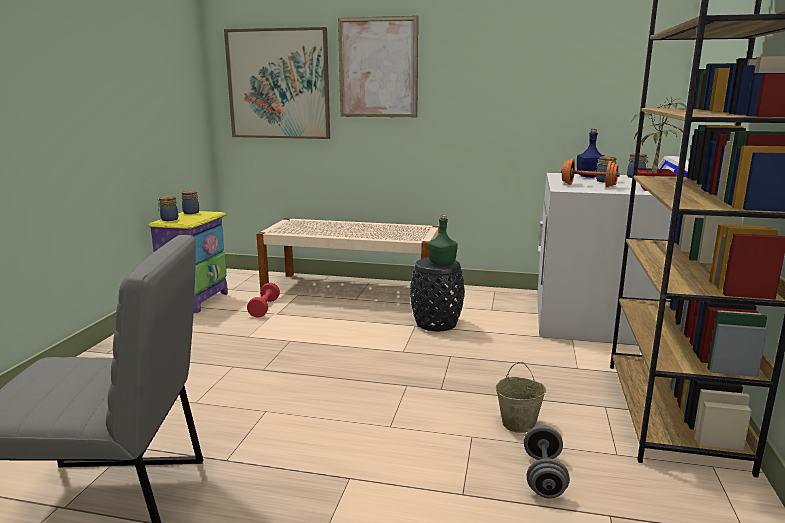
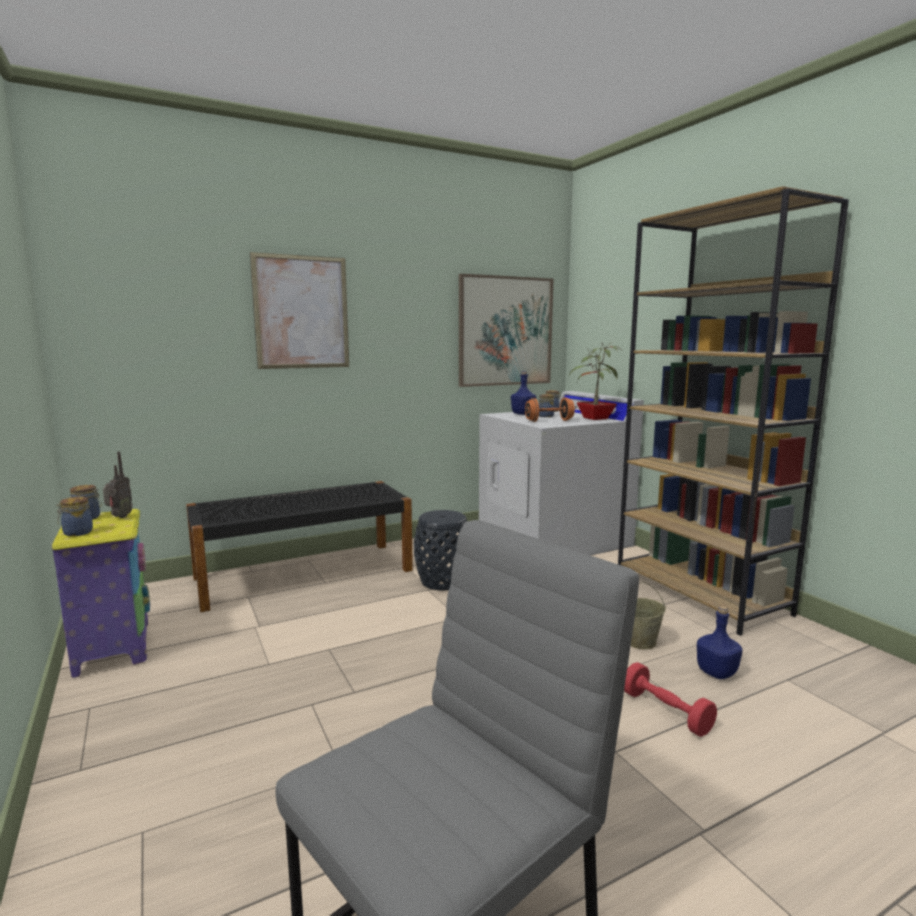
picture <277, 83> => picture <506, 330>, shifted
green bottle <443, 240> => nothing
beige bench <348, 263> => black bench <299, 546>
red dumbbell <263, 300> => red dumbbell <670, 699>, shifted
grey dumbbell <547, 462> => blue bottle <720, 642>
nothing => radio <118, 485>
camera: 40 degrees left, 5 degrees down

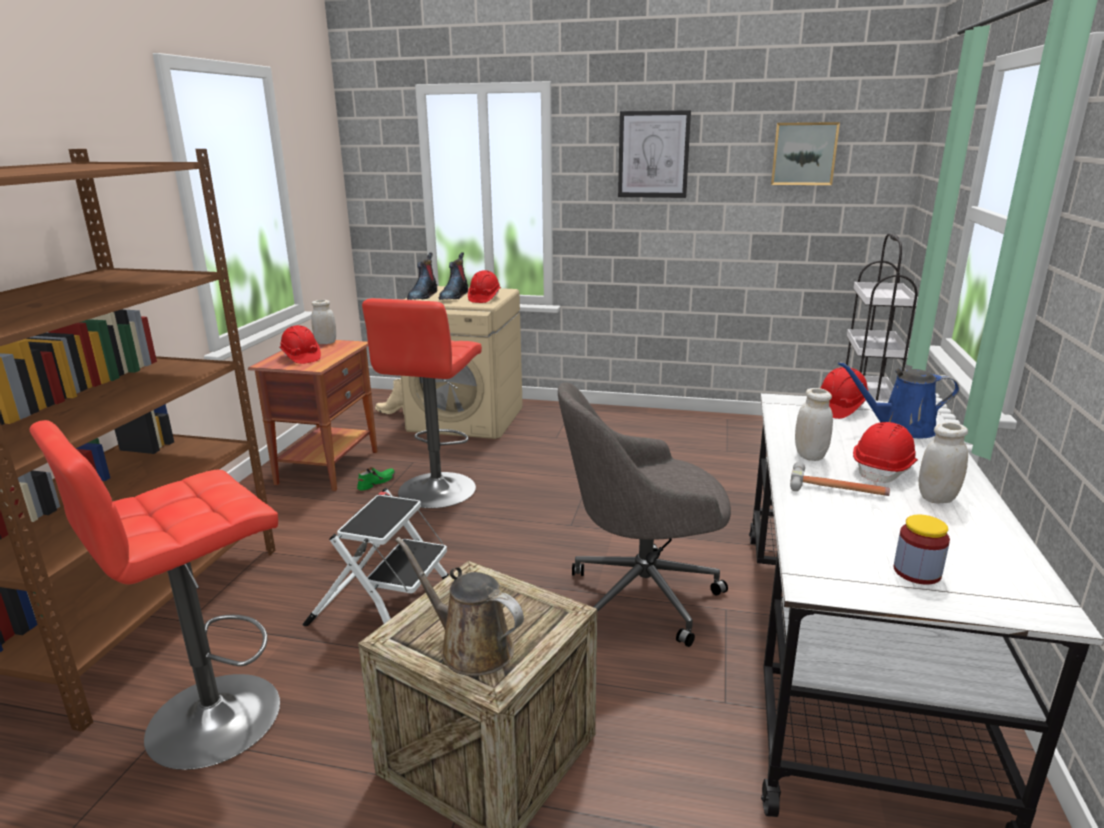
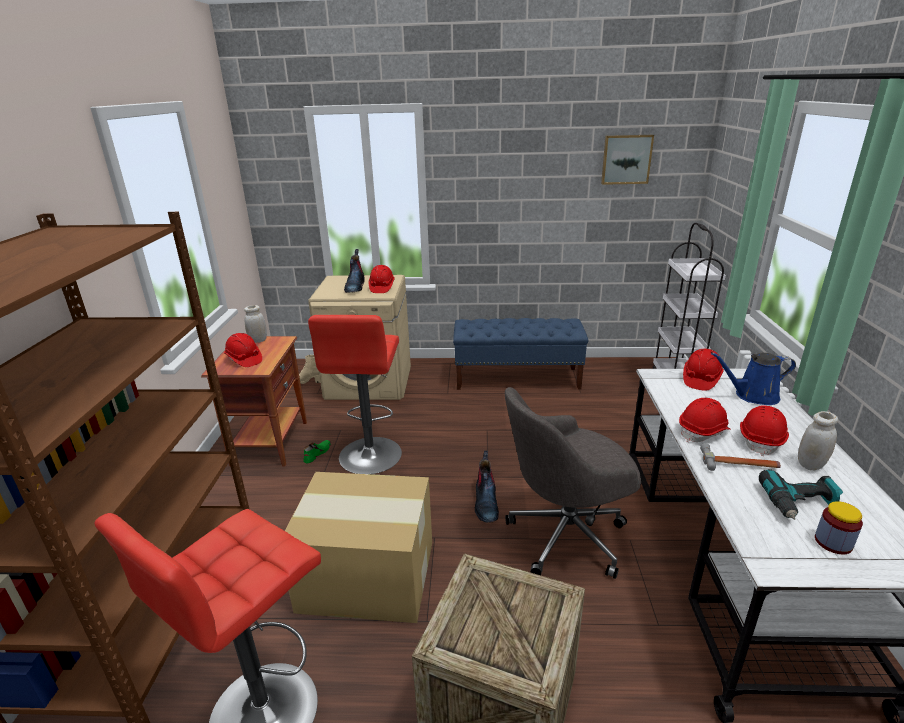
picture <654, 154> => nothing
boot <422, 276> => boot <487, 486>, shifted
white jar <814, 424> => red hard hat <704, 420>
step ladder <375, 557> => cardboard box <358, 547>
brown watering can <460, 606> => nothing
nothing => blue bench <520, 354>
nothing => power drill <801, 494>
camera: 10 degrees left, 5 degrees up

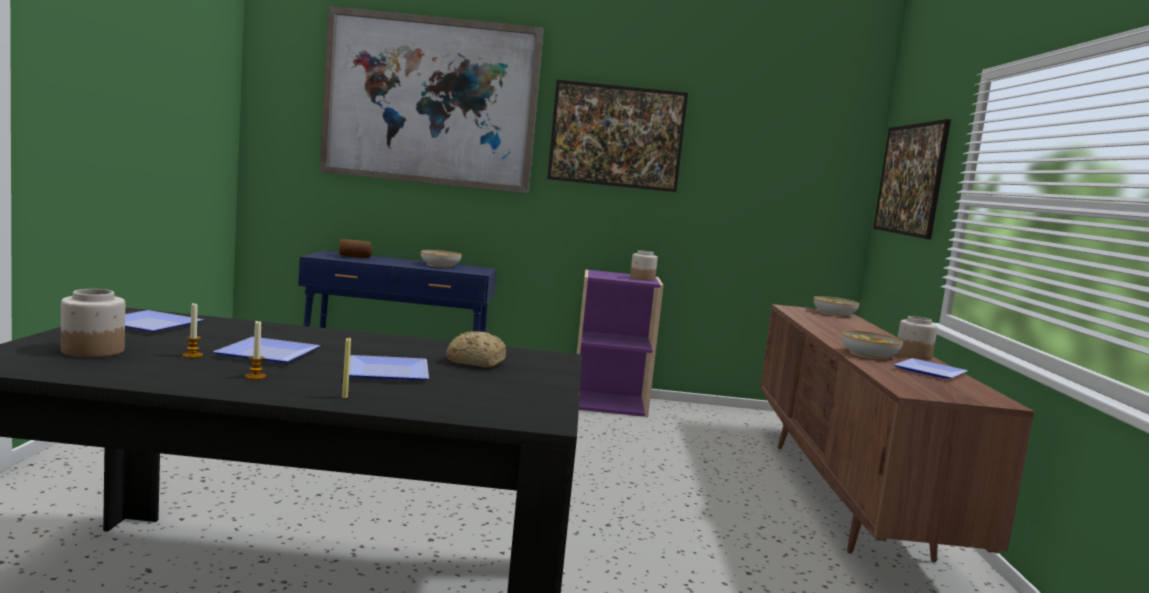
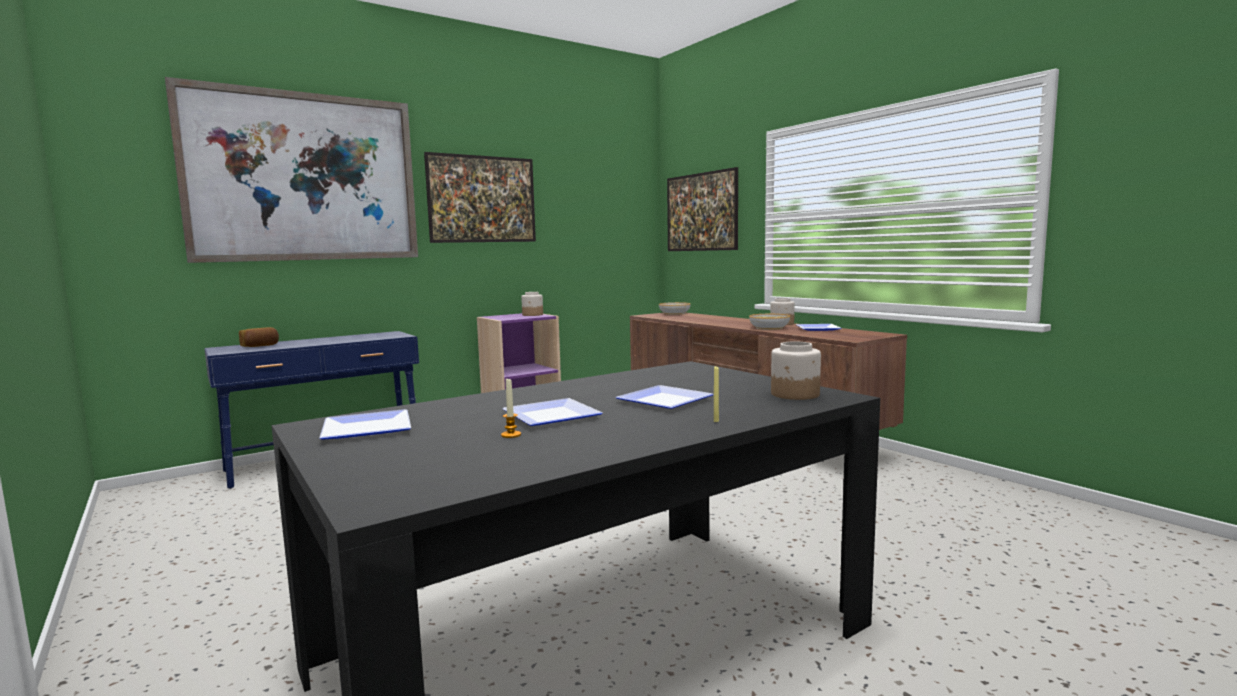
bowl <441, 259> => nothing
jar <93, 323> => jar <796, 371>, shifted
candle <255, 350> => nothing
bread <476, 349> => nothing
camera: 35 degrees left, 0 degrees up

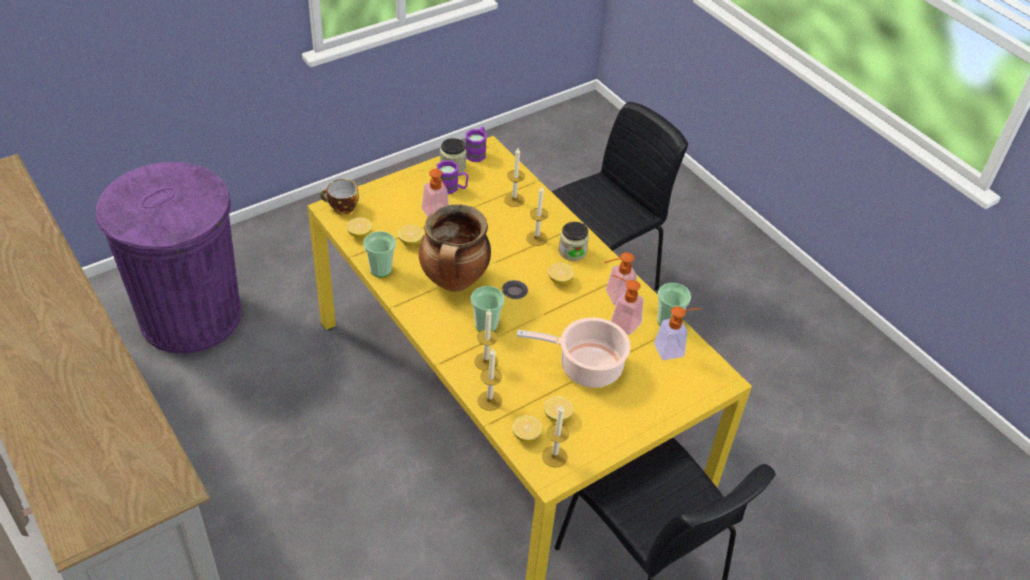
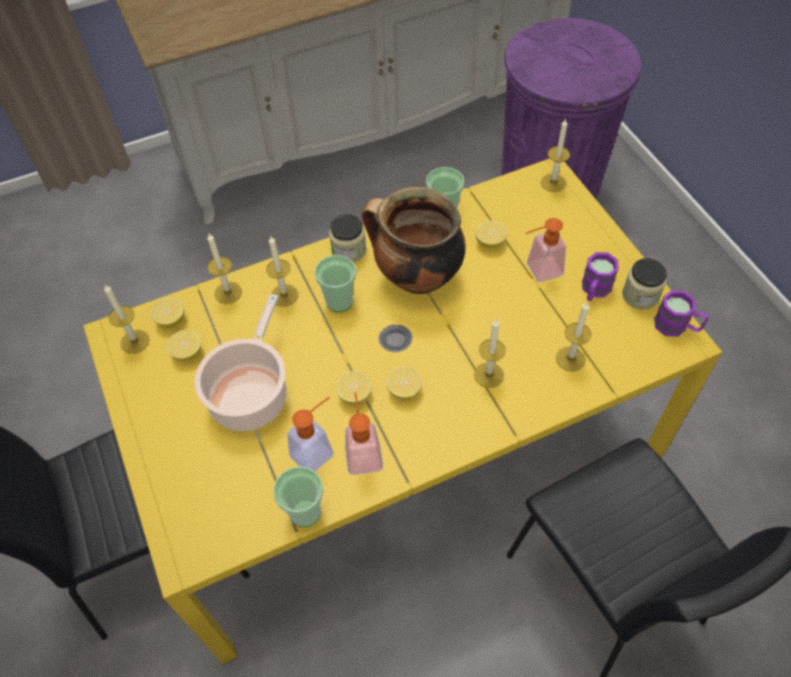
cup <339, 196> => candle <555, 155>
lemon <359, 227> => lemon <354, 387>, shifted
jar <574, 241> => jar <347, 238>, shifted
soap dispenser <678, 333> => nothing
camera: 105 degrees right, 10 degrees up

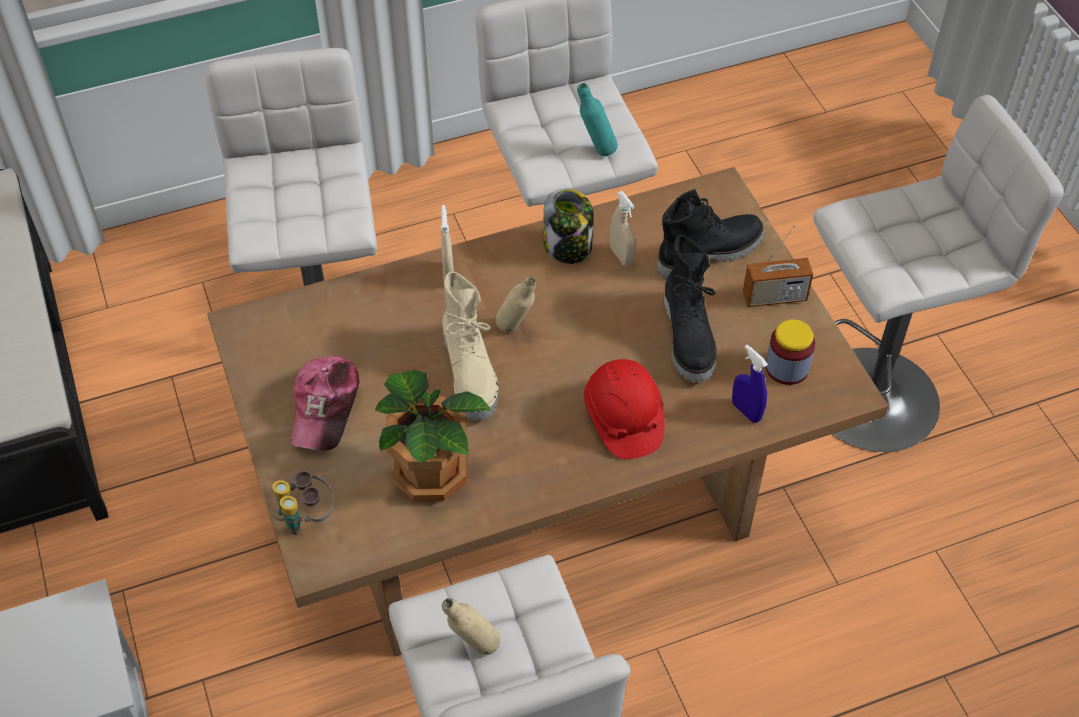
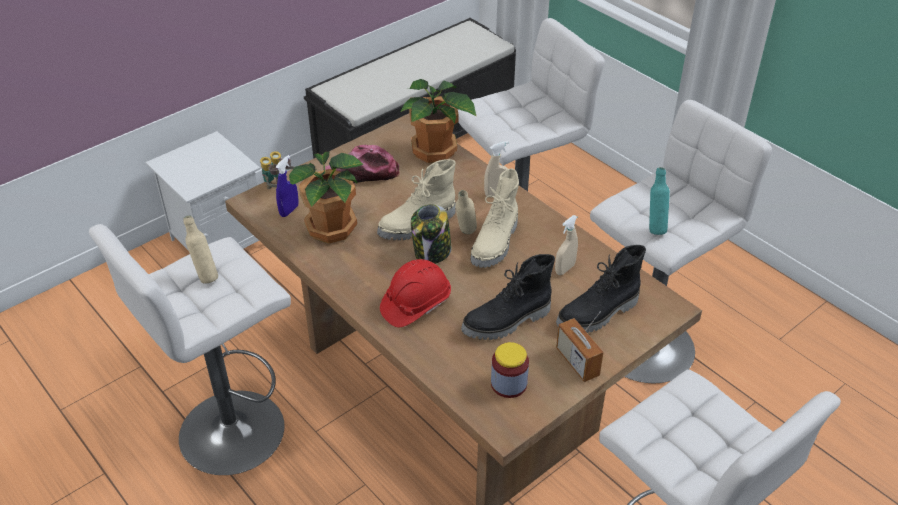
jar <568, 226> => jar <431, 234>, shifted
black boot <710, 234> => black boot <601, 289>, 105 degrees clockwise
blue spray bottle <750, 384> => blue spray bottle <287, 186>, shifted
nothing => potted plant <439, 121>
nothing => beige boot <495, 218>
camera: 70 degrees right, 10 degrees down

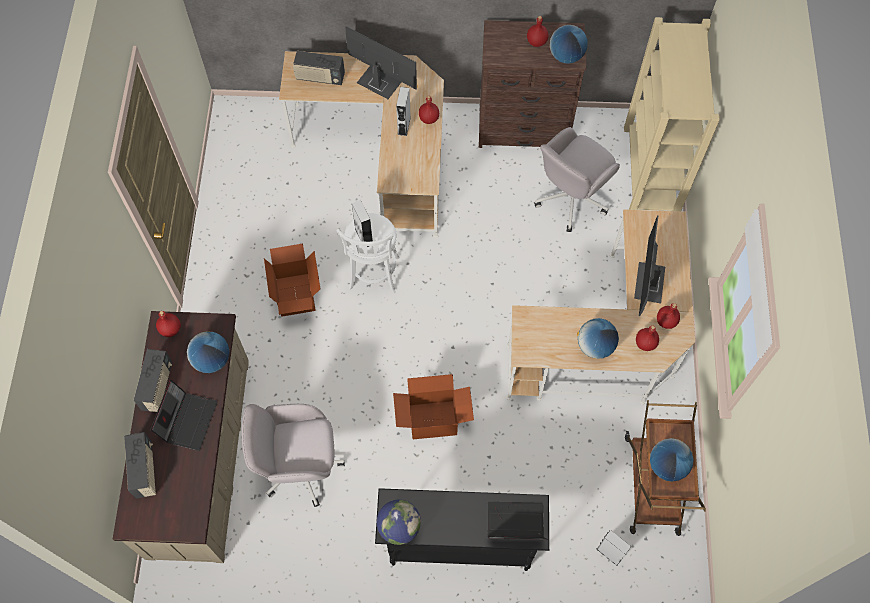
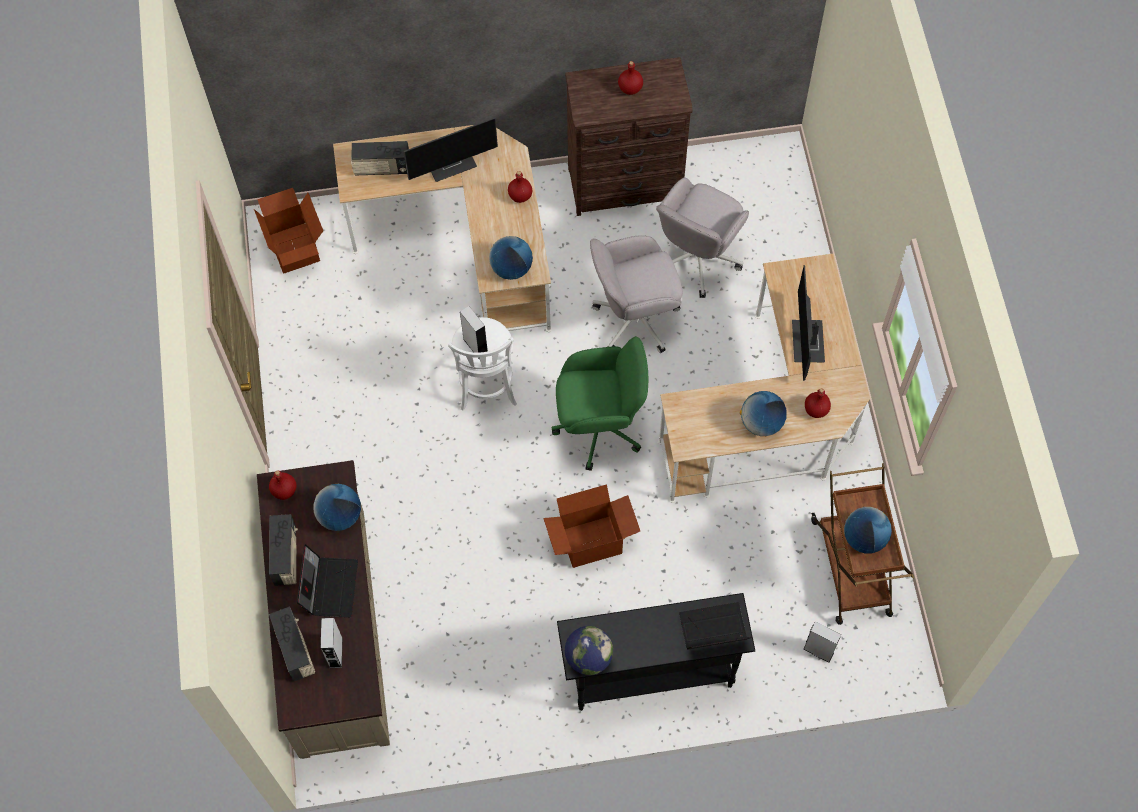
beige bookcase <672, 114> => nothing
globe <569, 44> => globe <511, 258>, shifted
monitor <381, 62> => monitor <451, 149>, 135 degrees clockwise
grey speaker <403, 111> => grey speaker <332, 643>, shifted
cardboard box <292, 280> => cardboard box <288, 231>, shifted
red bottle <668, 316> => nothing
grey office chair <293, 455> => grey office chair <636, 294>, shifted
nothing => green office chair <600, 403>
camera: 10 degrees left, 0 degrees up

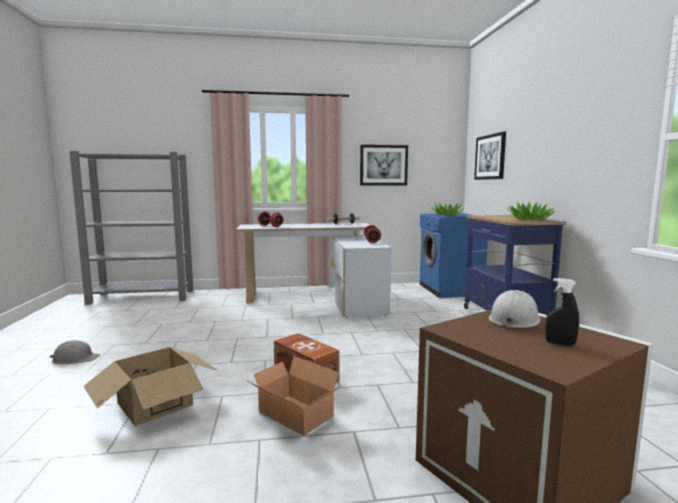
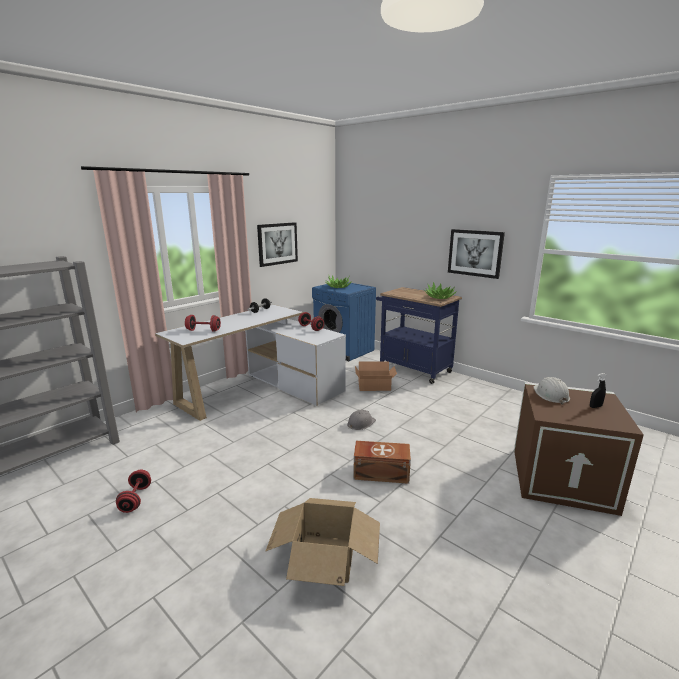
picture <490, 156> => picture <476, 254>, shifted
grey hard hat <75, 352> => grey hard hat <361, 420>, shifted
cardboard box <293, 396> => cardboard box <376, 376>, shifted
nothing => red dumbbell <133, 491>
camera: 40 degrees left, 10 degrees up

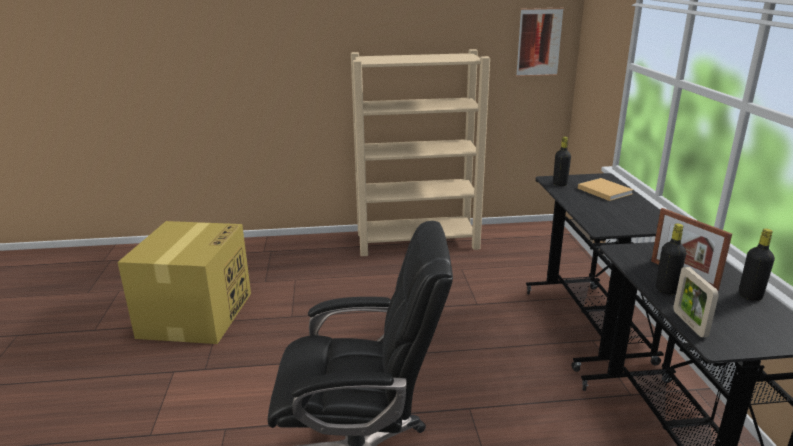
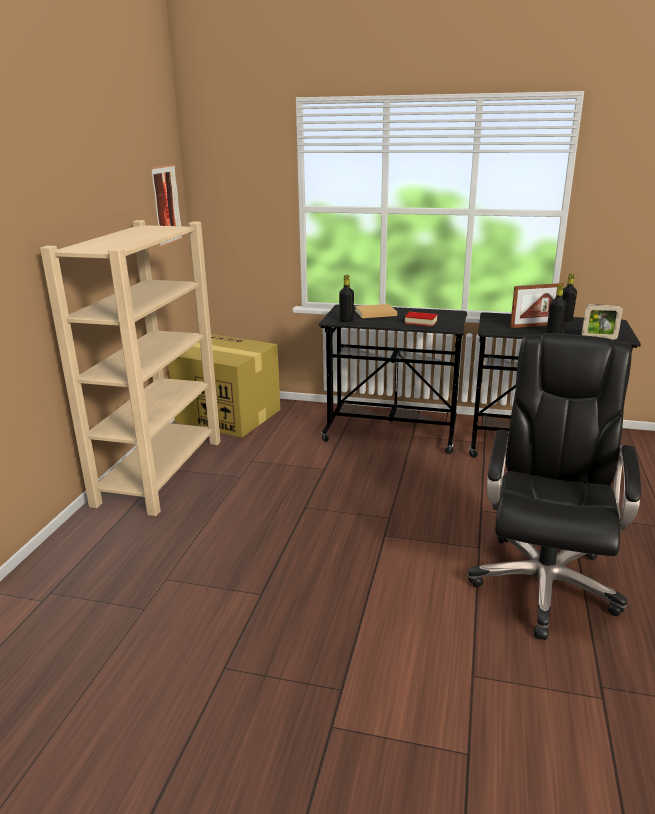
cardboard box <184, 282> => cardboard box <224, 386>, shifted
nothing => book <421, 319>
camera: 70 degrees left, 0 degrees up

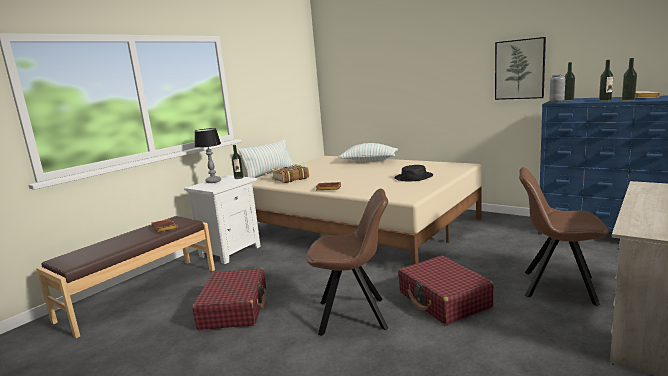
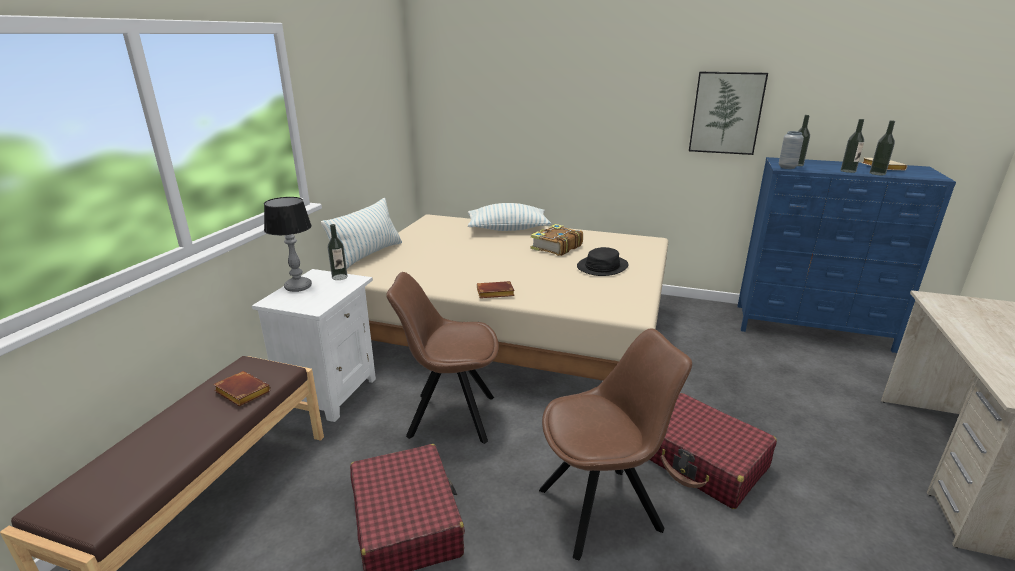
book <290, 173> => book <556, 240>, shifted
brown chair <564, 236> => brown chair <442, 358>, shifted
camera: 20 degrees left, 10 degrees up

